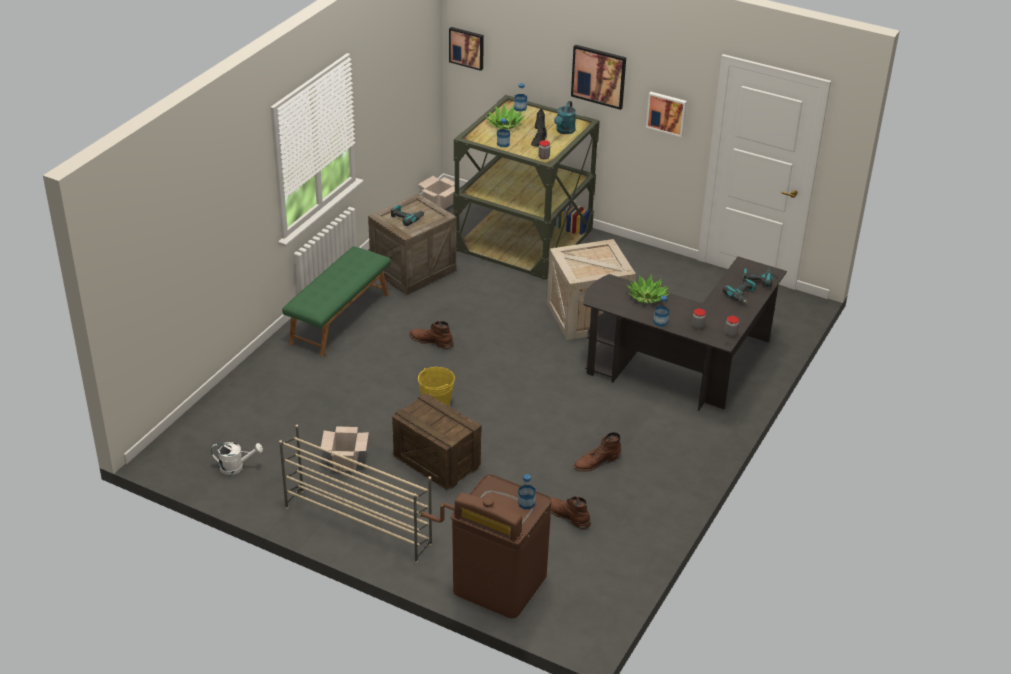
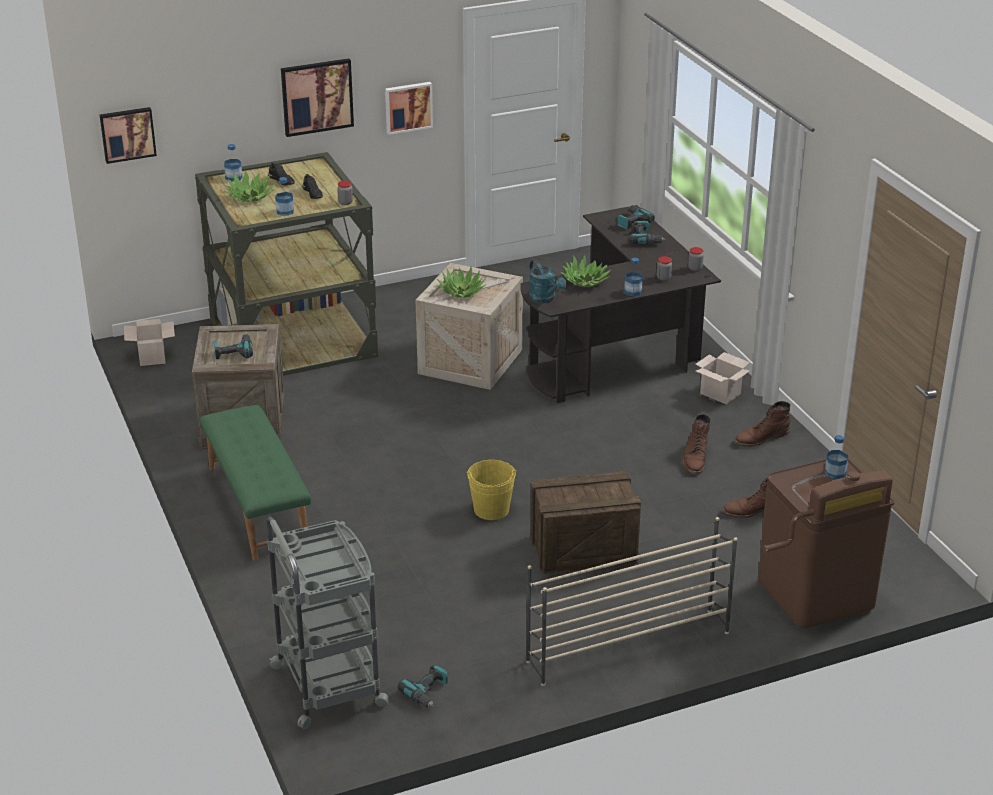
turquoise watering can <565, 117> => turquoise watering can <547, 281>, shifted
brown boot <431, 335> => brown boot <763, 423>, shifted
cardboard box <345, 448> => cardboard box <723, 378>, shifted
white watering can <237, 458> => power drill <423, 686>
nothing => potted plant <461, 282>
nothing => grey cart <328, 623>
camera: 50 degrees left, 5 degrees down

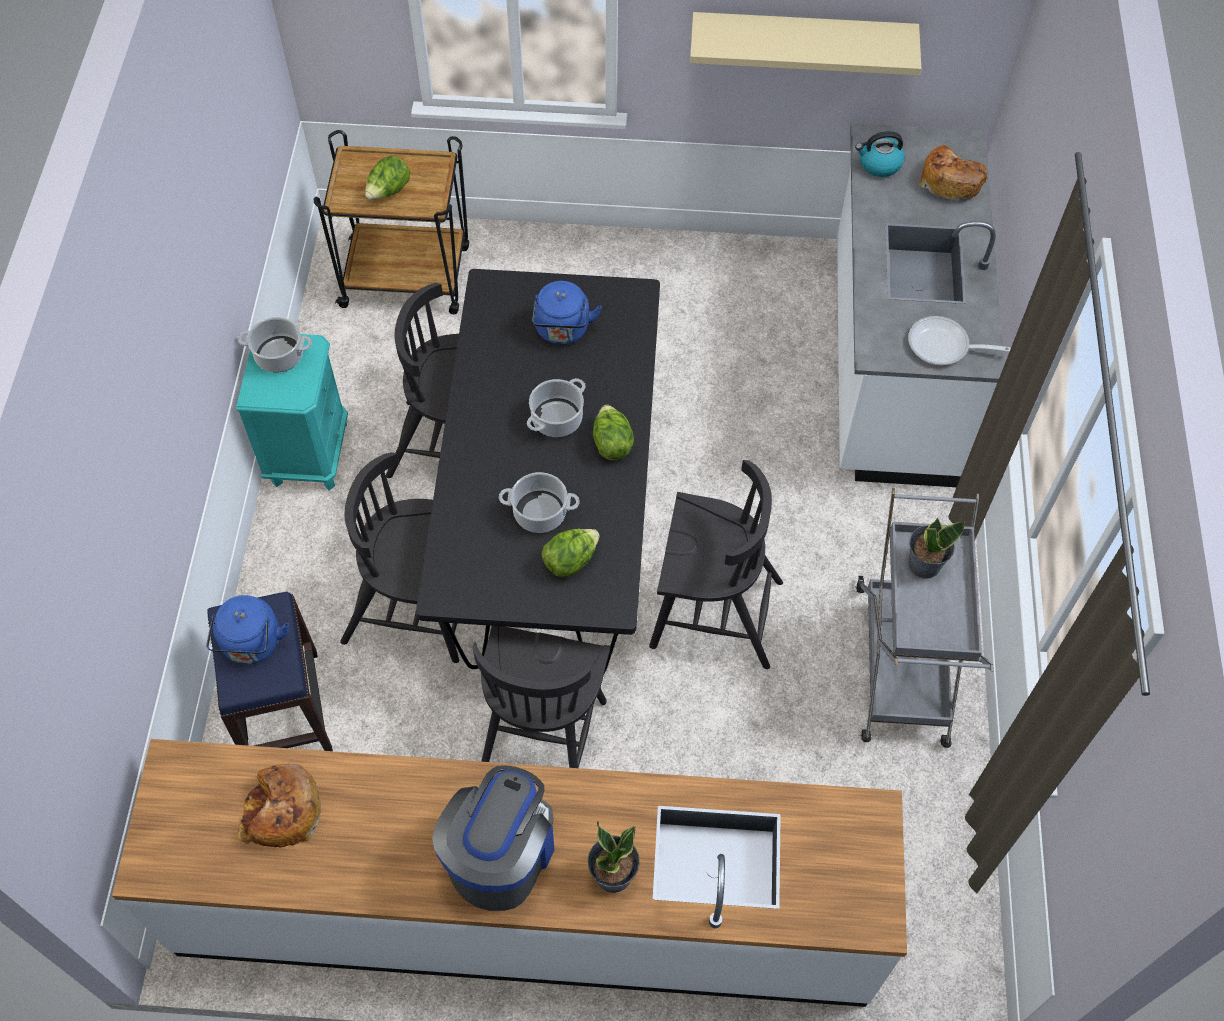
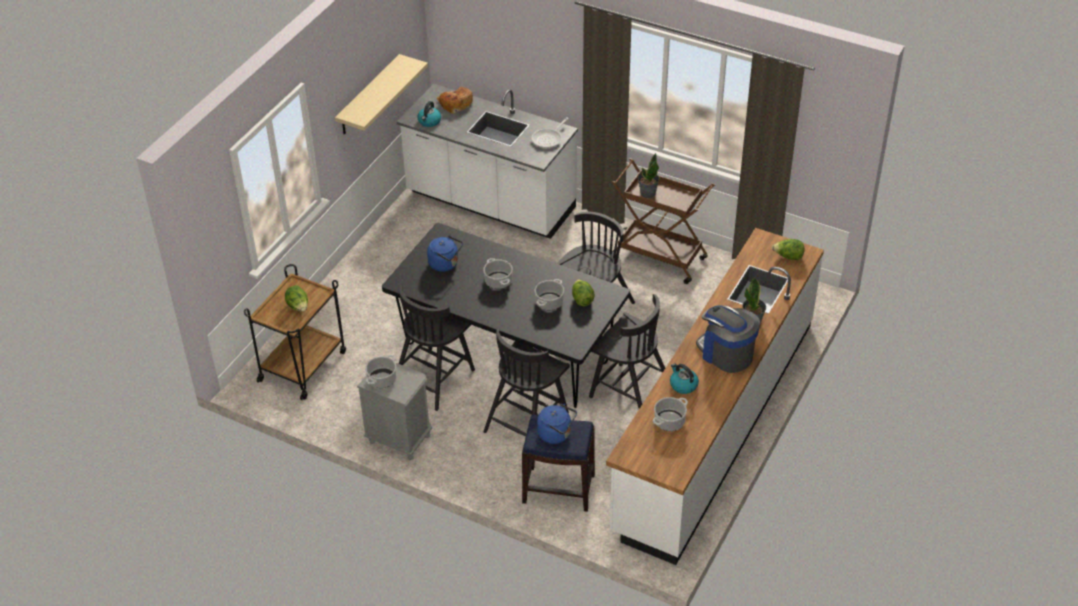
turquoise nightstand <292, 412> => grey nightstand <394, 411>
lettuce <613, 432> => lettuce <788, 249>, shifted
grey cart <925, 618> => brown cart <664, 221>
bread <279, 806> => cooking pot <670, 414>
nothing => kettle <684, 379>
camera: 65 degrees left, 15 degrees down

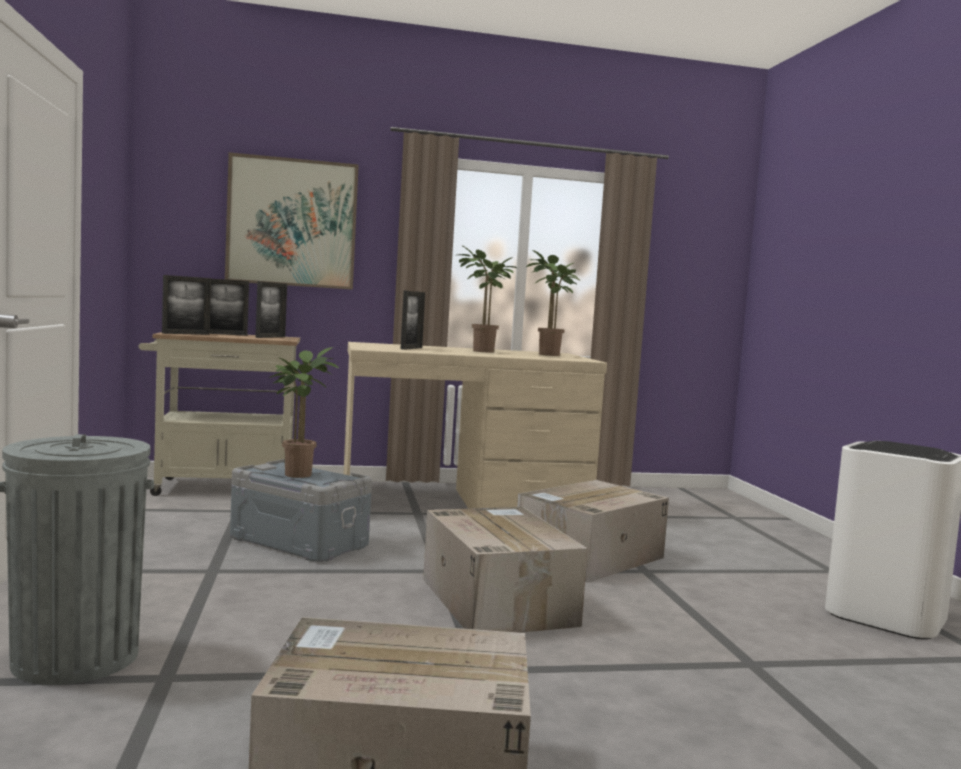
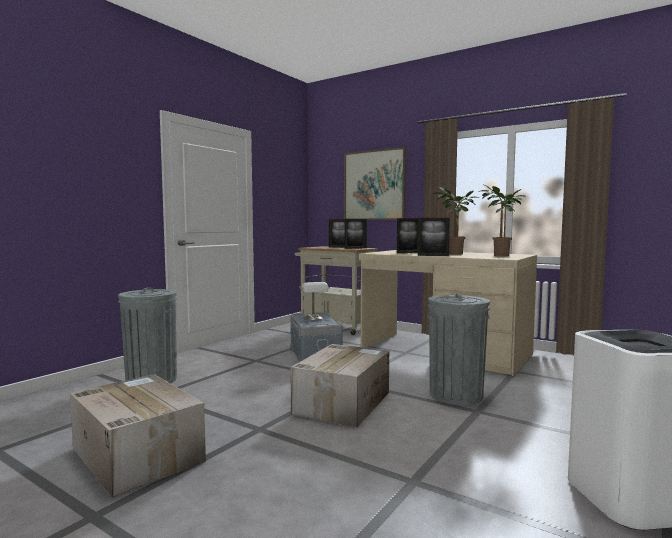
picture frame <186, 305> => picture frame <434, 237>, shifted
potted plant <304, 412> => white table lamp <314, 301>
cardboard box <593, 531> => grey trash can <458, 349>
camera: 45 degrees right, 0 degrees up

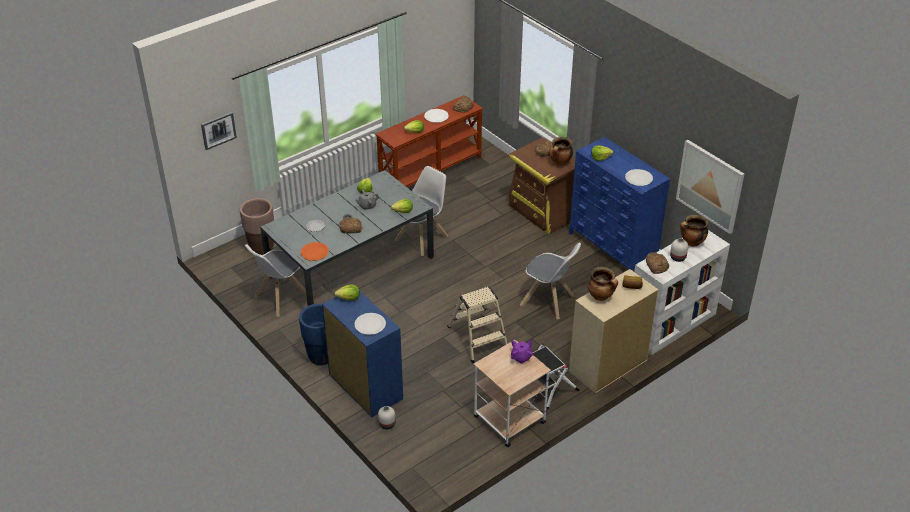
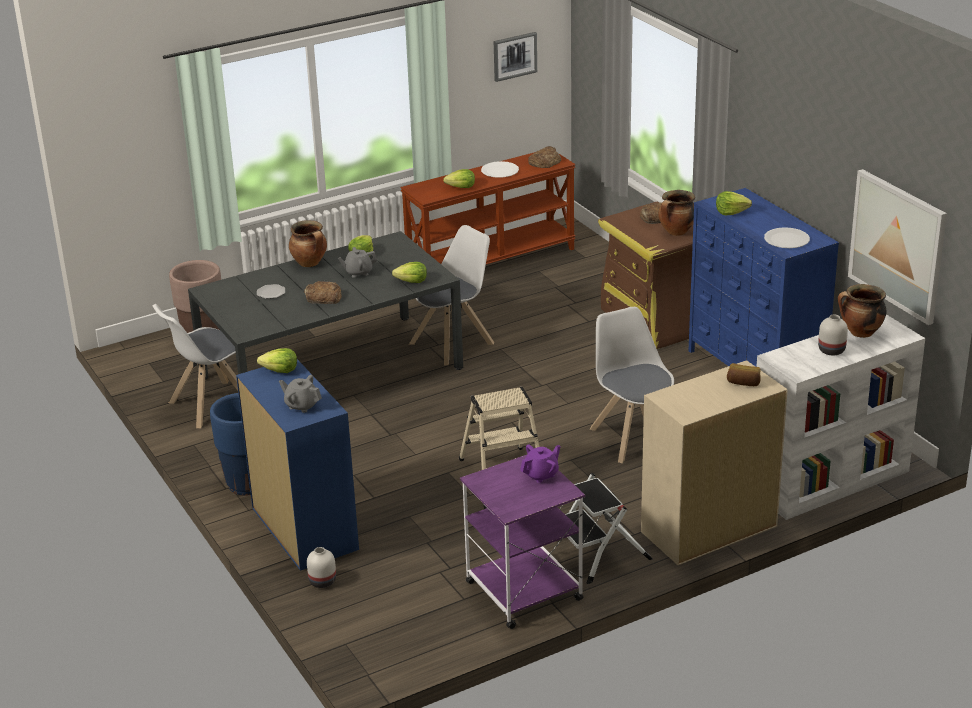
picture <219, 131> => picture <515, 57>, shifted
orange plate <315, 251> => nothing
chair <550, 281> => chair <632, 385>, 150 degrees counterclockwise
bread <657, 263> => nothing
cooking pot <603, 284> => cooking pot <308, 243>, shifted
white plate <370, 324> => grey teapot <300, 394>
beige cart <512, 393> => purple cart <522, 542>
camera: 10 degrees right, 10 degrees down

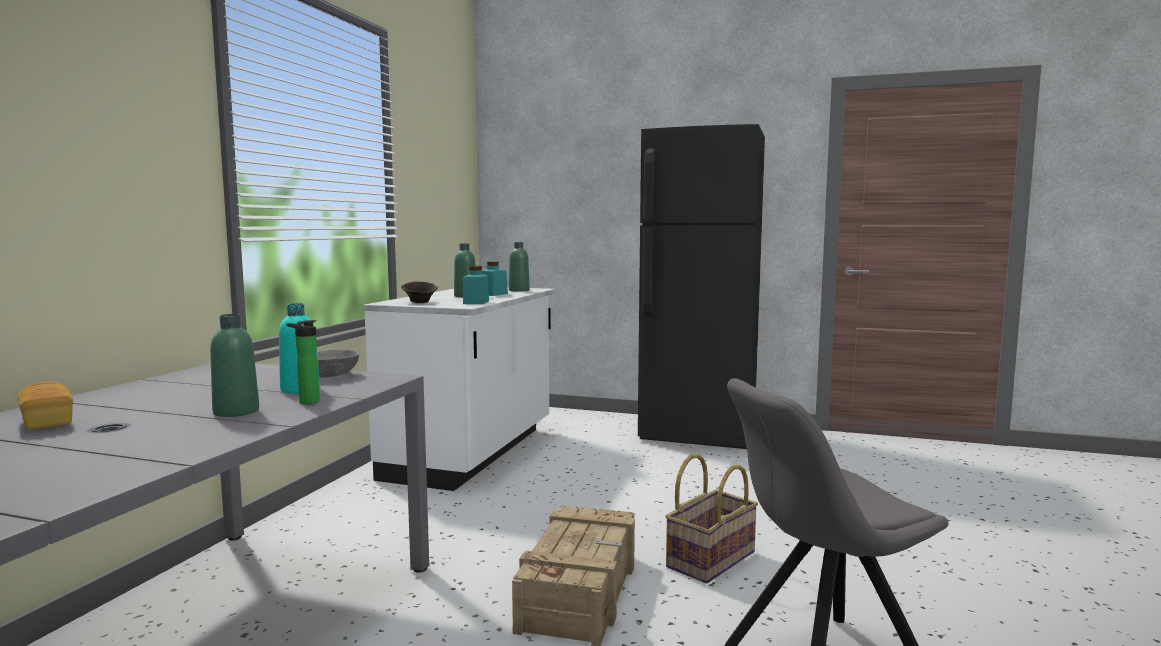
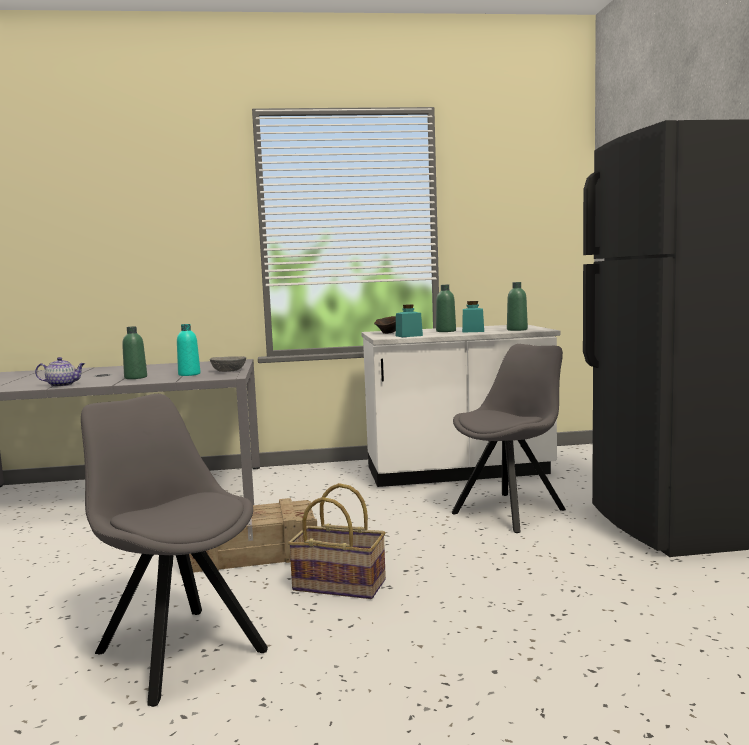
bottle <303, 362> => nothing
bread <45, 406> => nothing
nothing => grey chair <509, 438>
nothing => teapot <60, 372>
camera: 65 degrees right, 0 degrees up

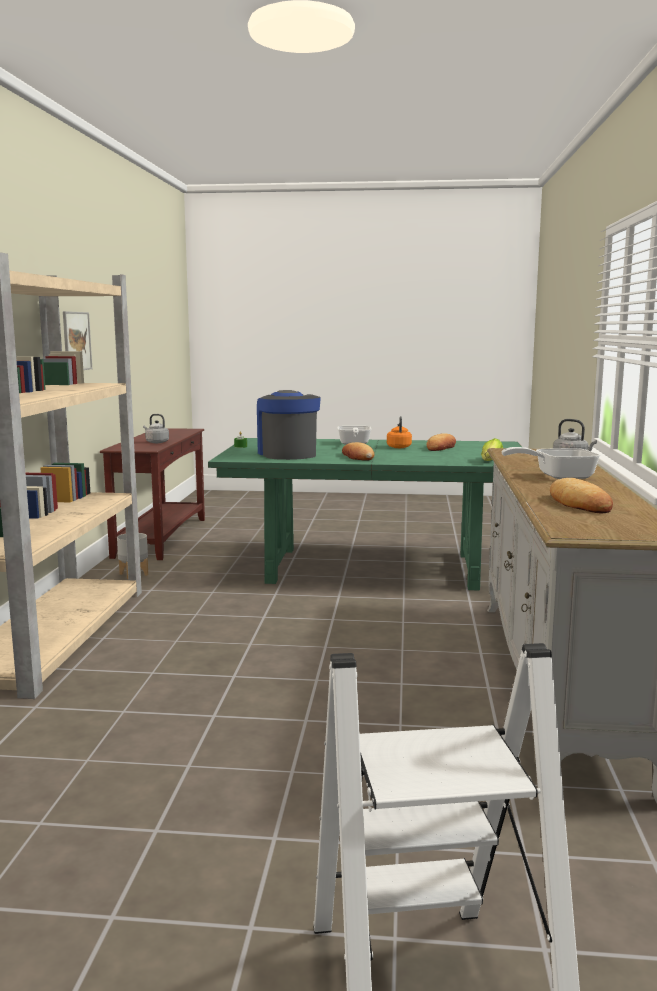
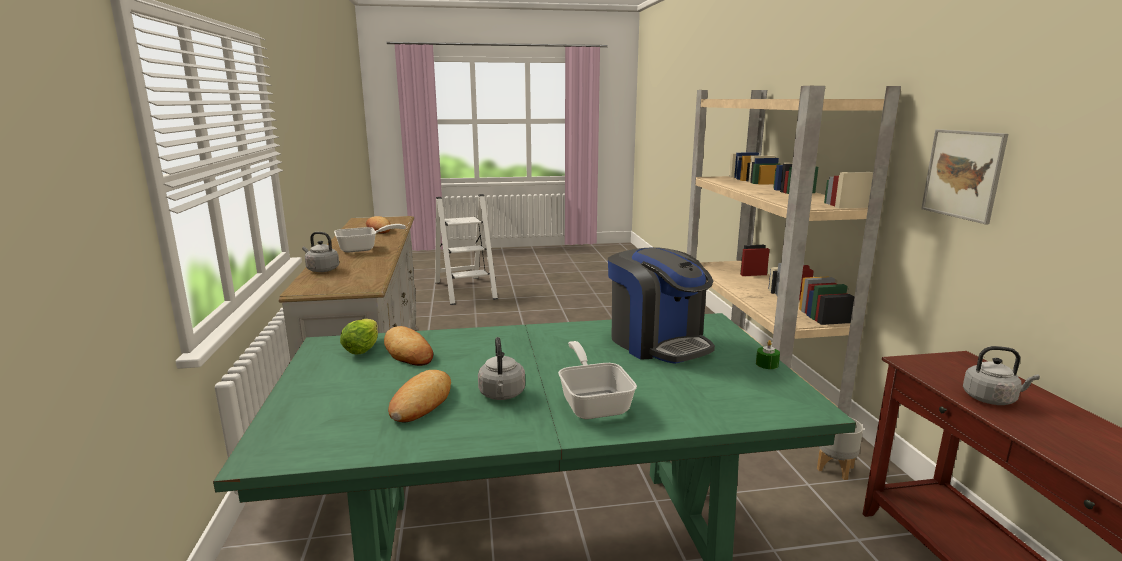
orange kettle <399, 432> => grey kettle <501, 368>
bread <358, 451> => bread <408, 346>, shifted
camera: 165 degrees right, 5 degrees up

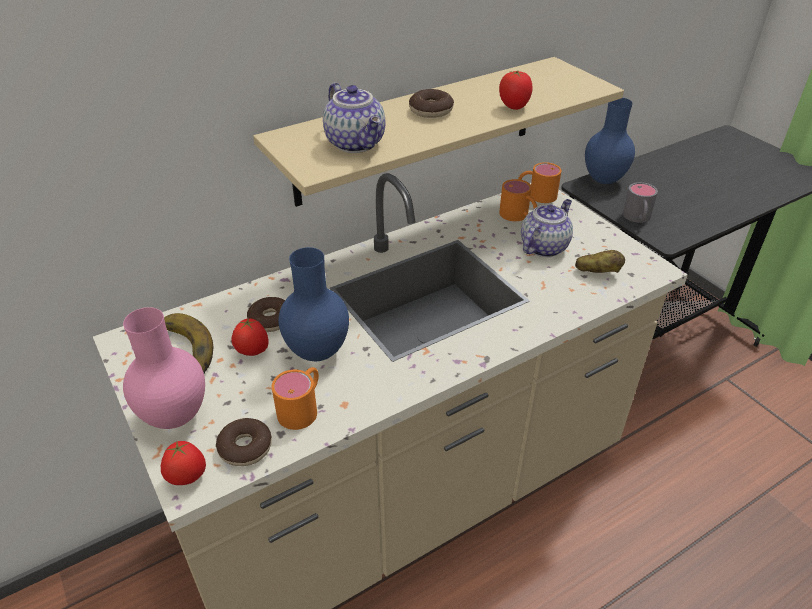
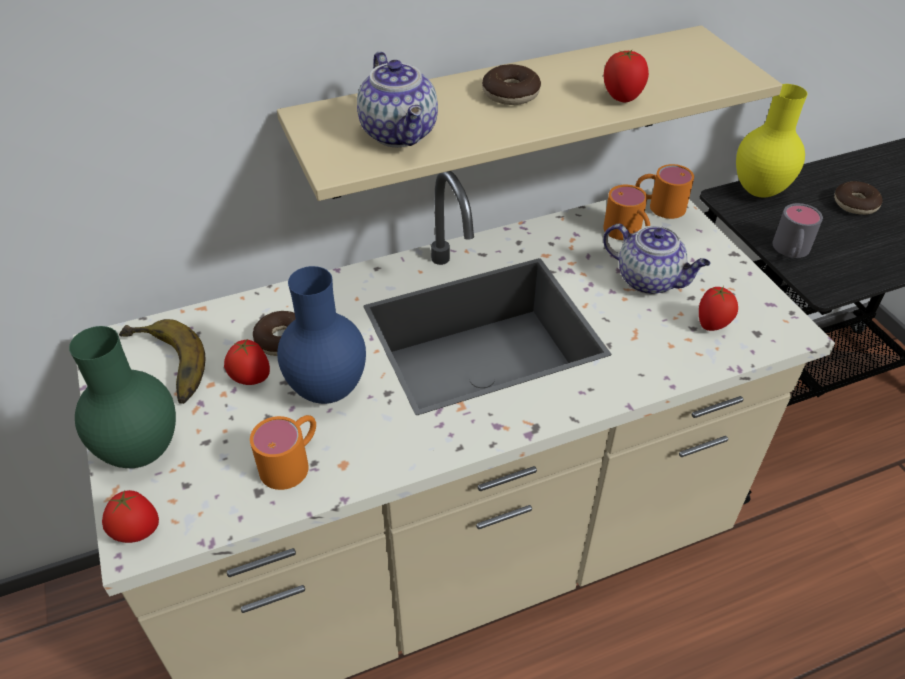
blue vase <610, 141> => yellow vase <772, 141>
teapot <547, 228> => teapot <656, 259>, 75 degrees clockwise
potato <600, 261> => tomato <718, 308>
pink vase <164, 368> => green vase <122, 397>
donut <244, 442> => donut <858, 198>, shifted
camera: 10 degrees right, 5 degrees up

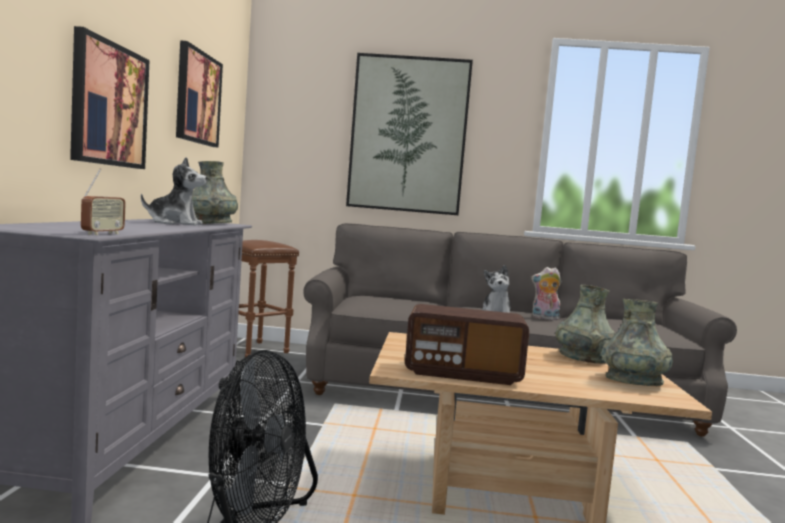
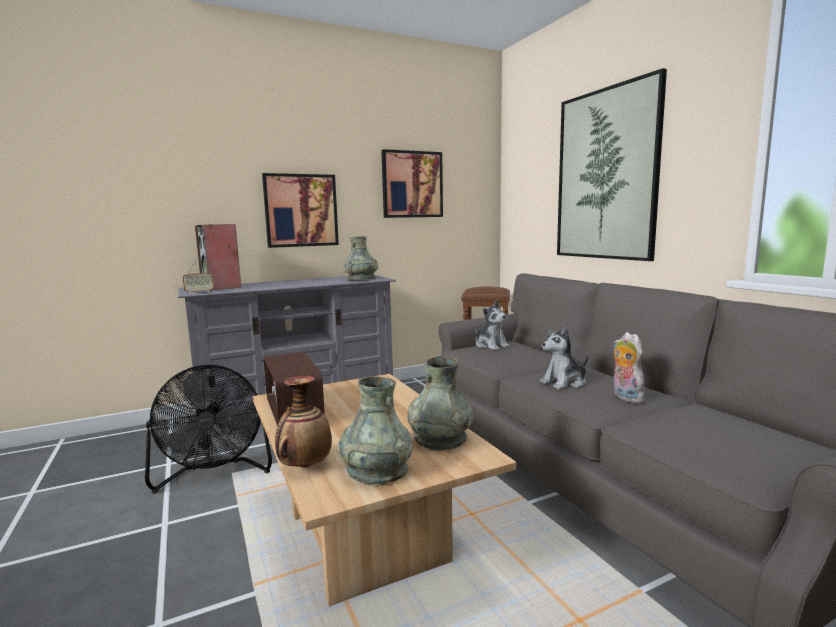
plush toy <174, 191> => plush toy <492, 325>, shifted
nothing => speaker <218, 257>
nothing => vase <303, 422>
camera: 60 degrees right, 5 degrees up

